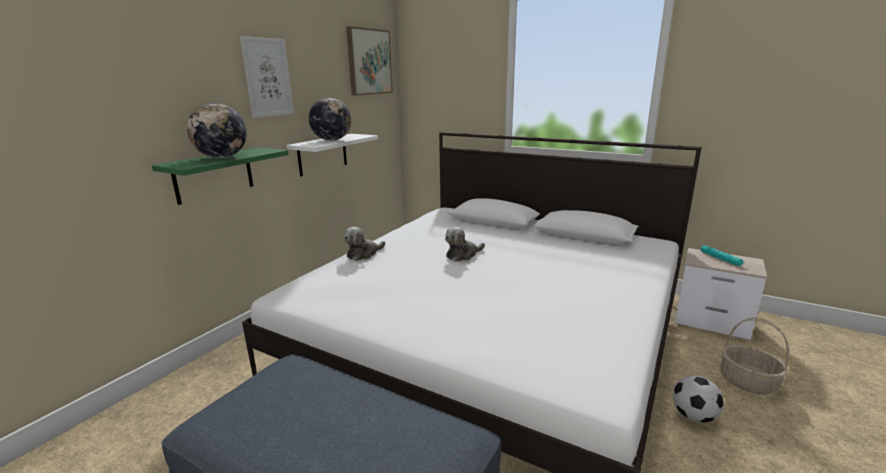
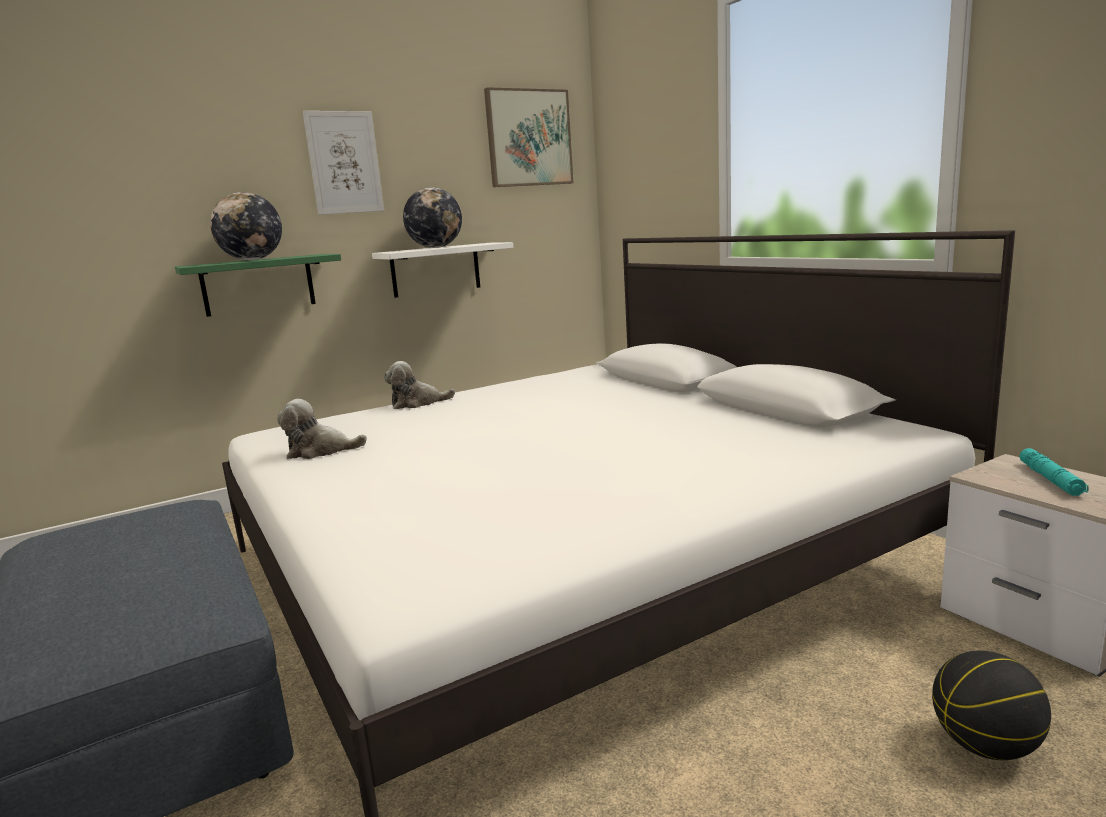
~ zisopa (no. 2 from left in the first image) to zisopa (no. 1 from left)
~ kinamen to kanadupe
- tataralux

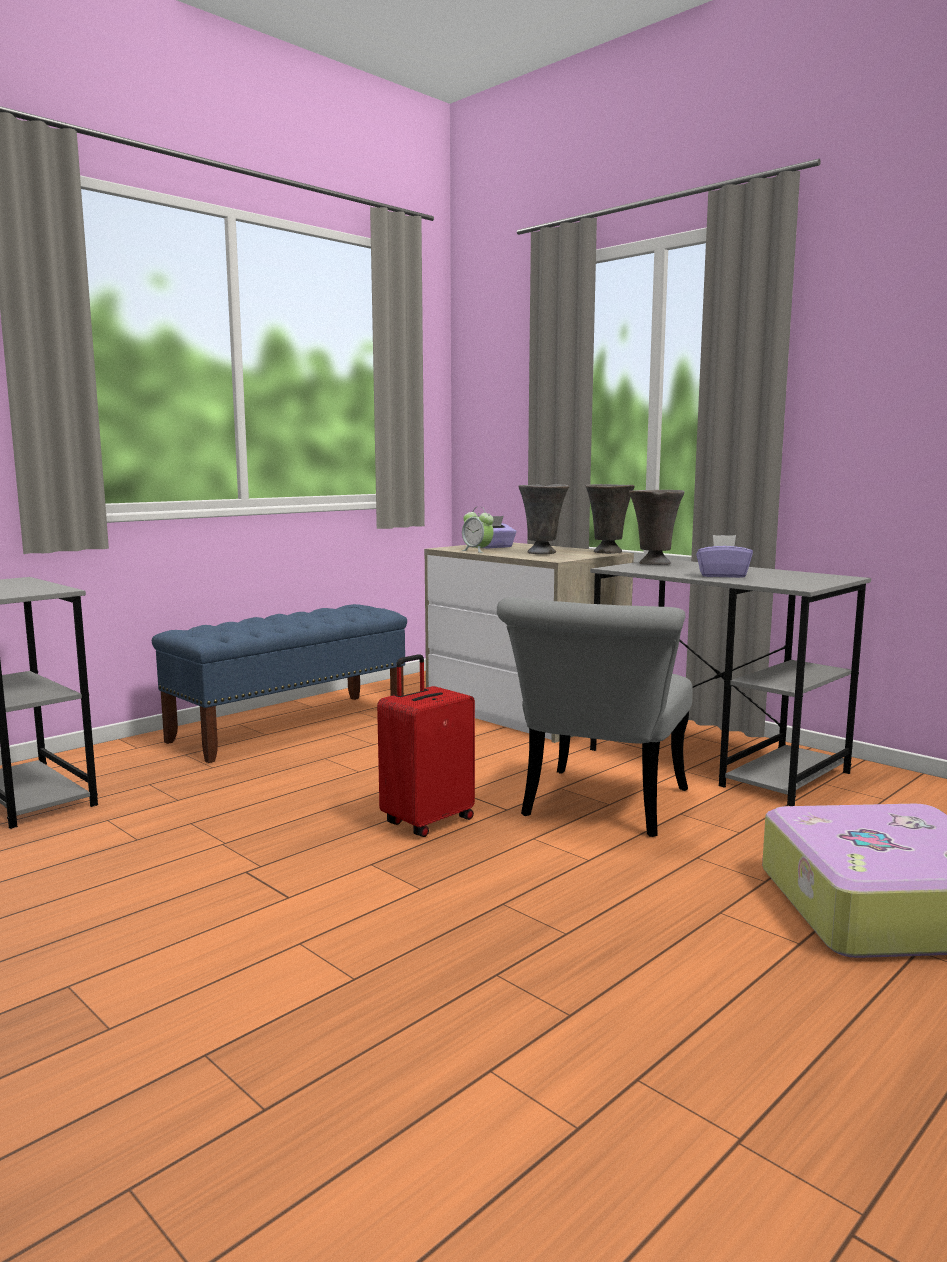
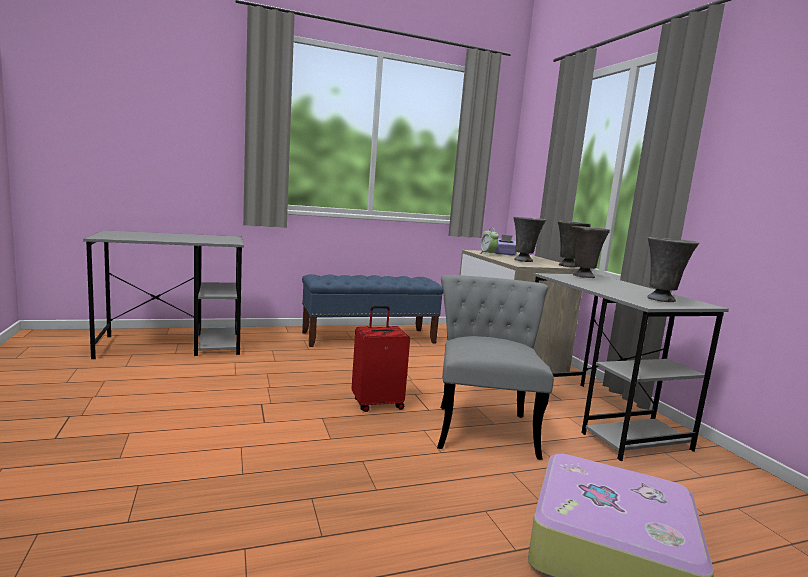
~ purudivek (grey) 135 degrees clockwise
+ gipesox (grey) (no. 4 from left)
- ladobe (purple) (no. 2 from left)

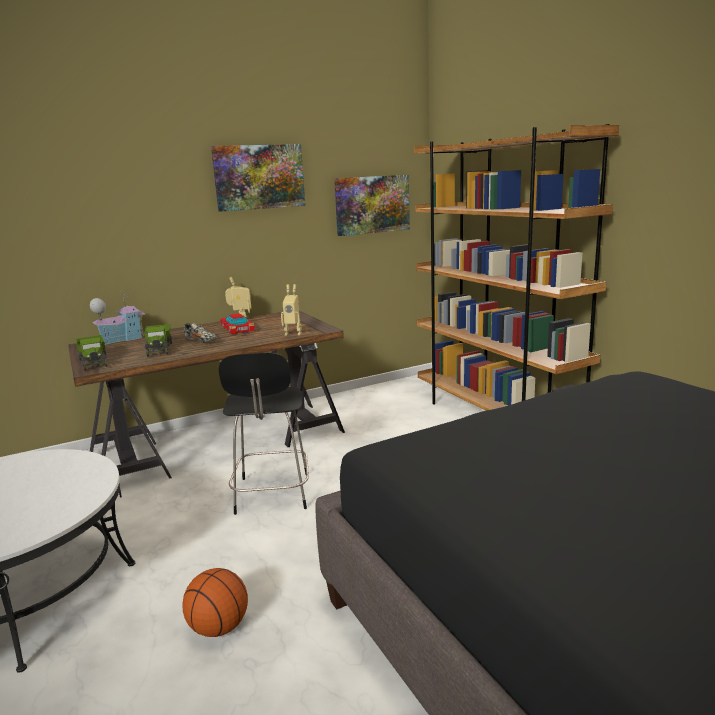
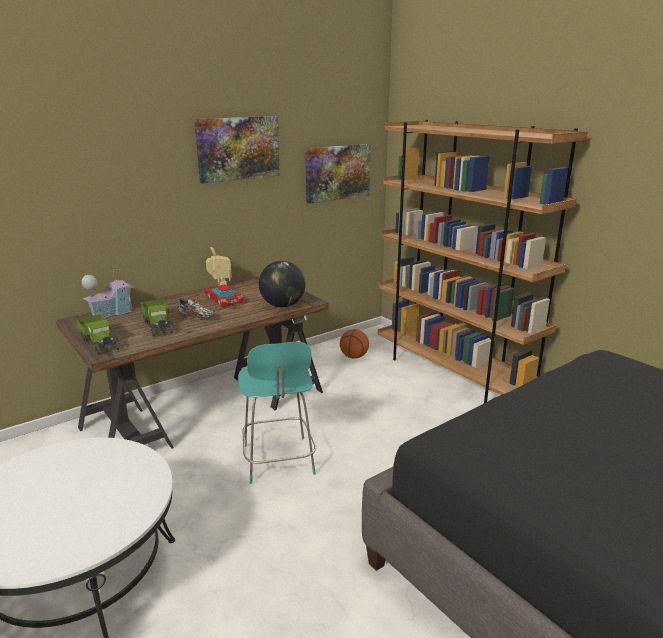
~ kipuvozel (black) to kipuvozel (turquoise)
~ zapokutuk (no. 2 from left) to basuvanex
~ kanadupe

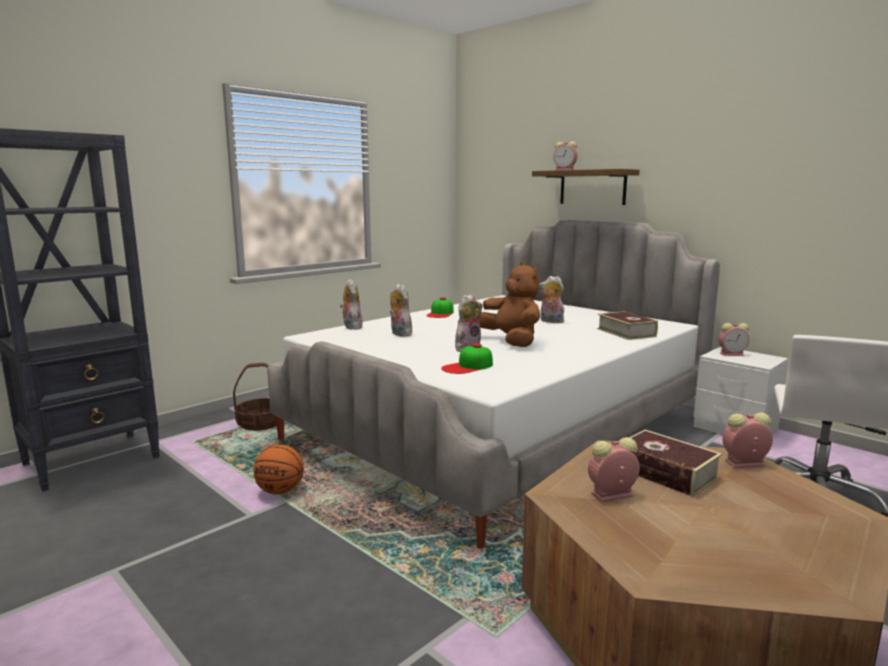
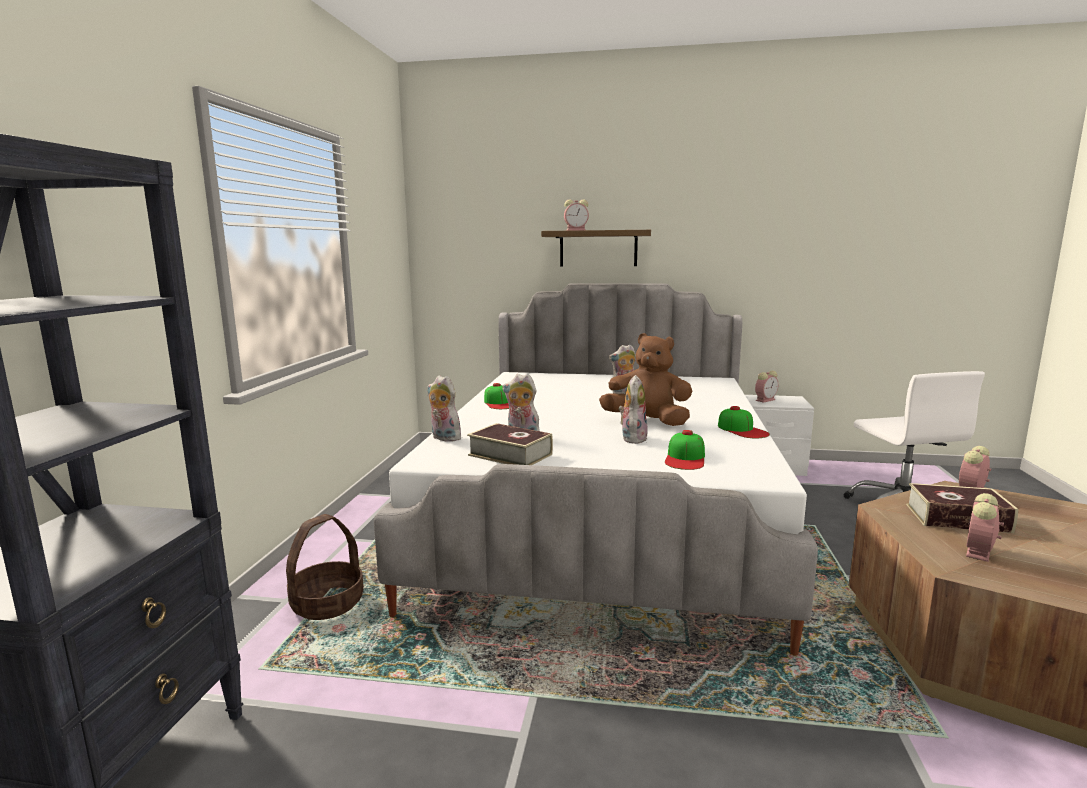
~ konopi (no. 1 from left)
+ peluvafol (no. 3 from left)
- kanadupe

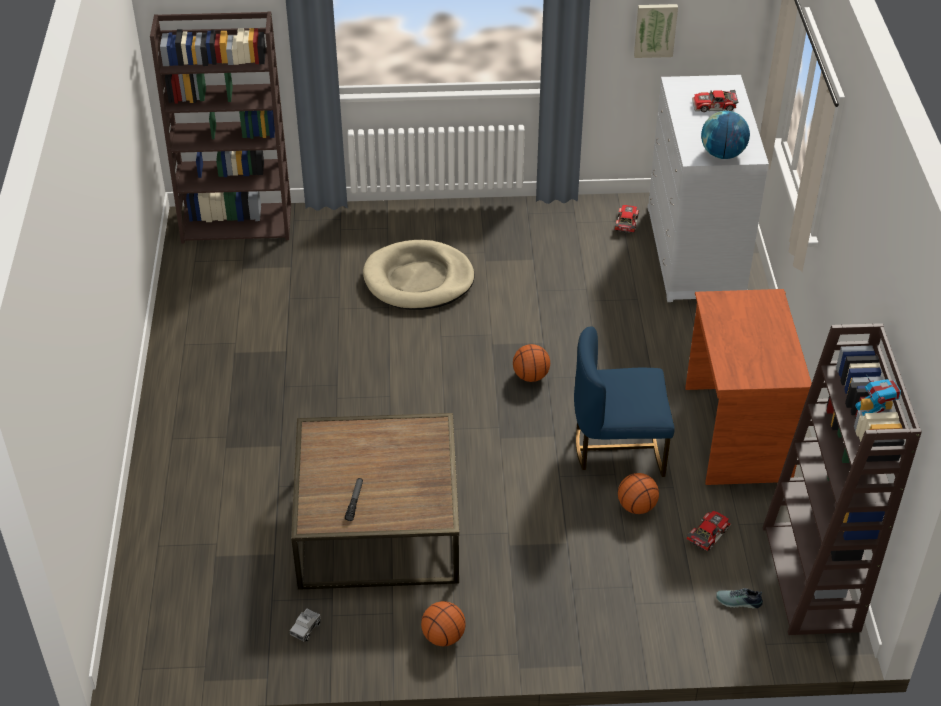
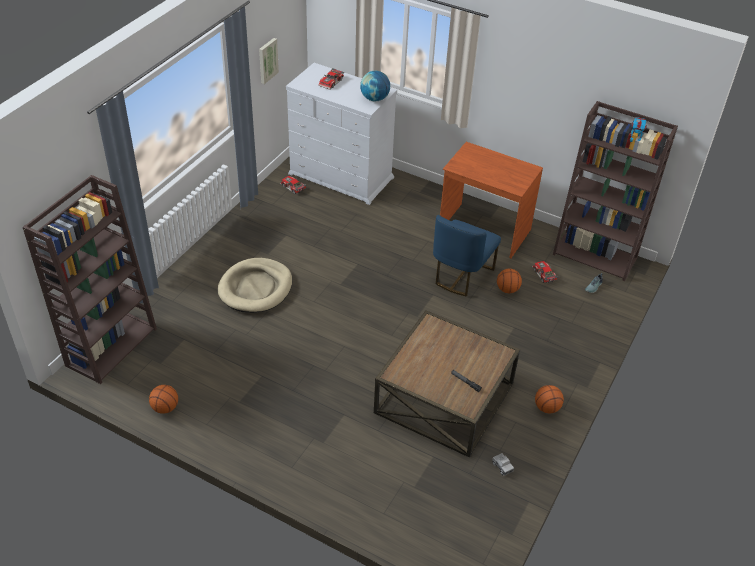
~ kanadupe (no. 2 from left in the first image) to kanadupe (no. 1 from left)

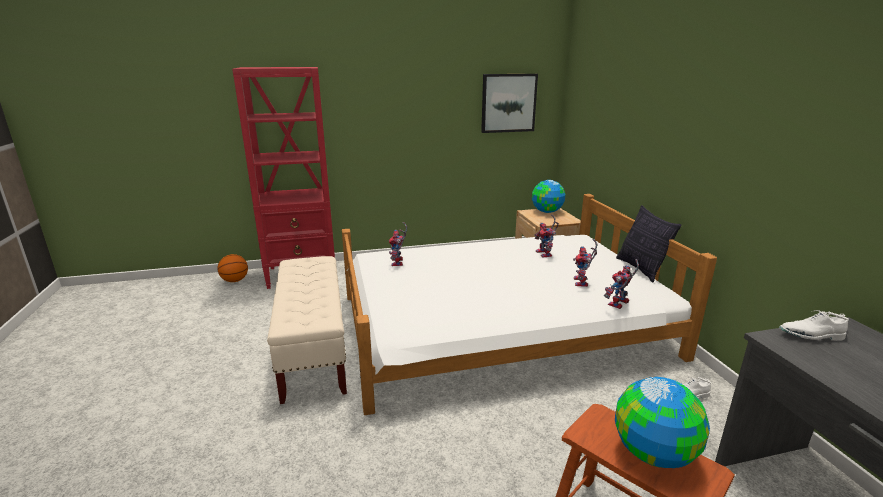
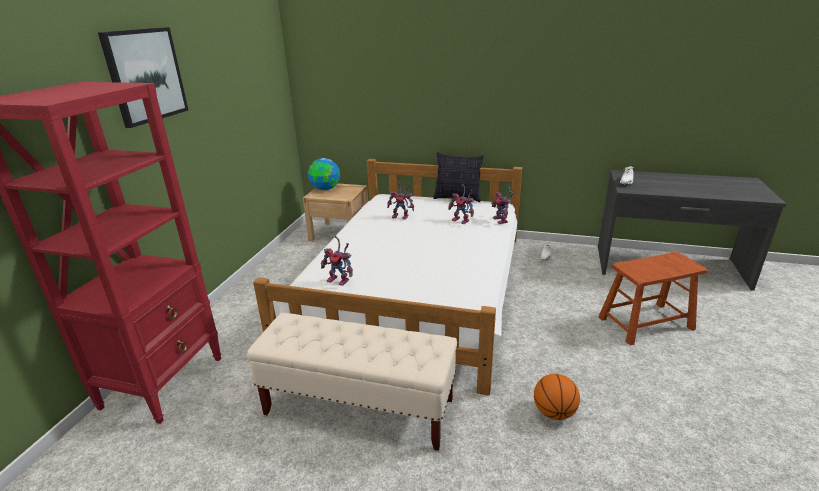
~ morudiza
~ kanadupe
- basuvanex (no. 2 from left)

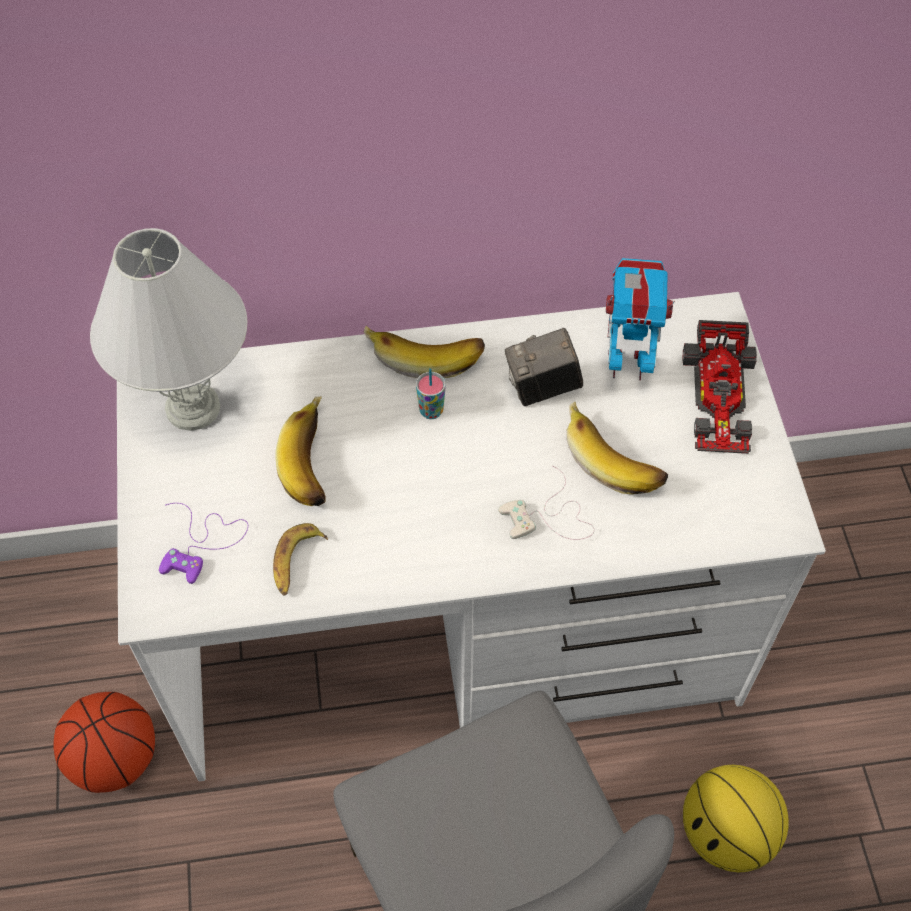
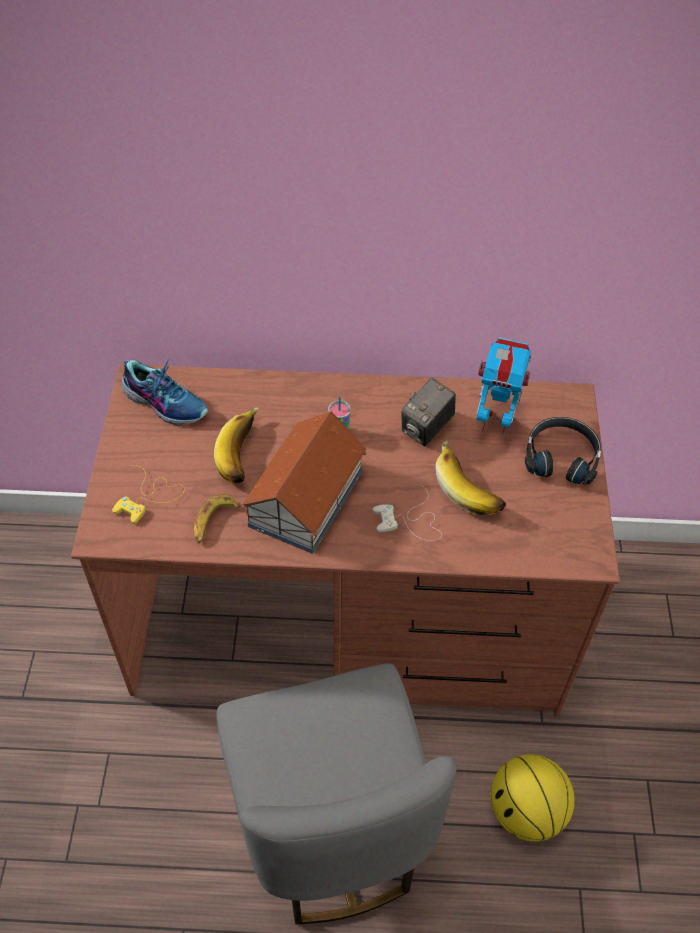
~ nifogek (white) to nifogek (brown)
~ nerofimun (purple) to nerofimun (yellow)
~ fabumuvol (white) to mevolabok
+ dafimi
~ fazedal 45 degrees counterclockwise
~ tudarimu to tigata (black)
- kanadupe (no. 1 from left)
- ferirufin (no. 3 from left)

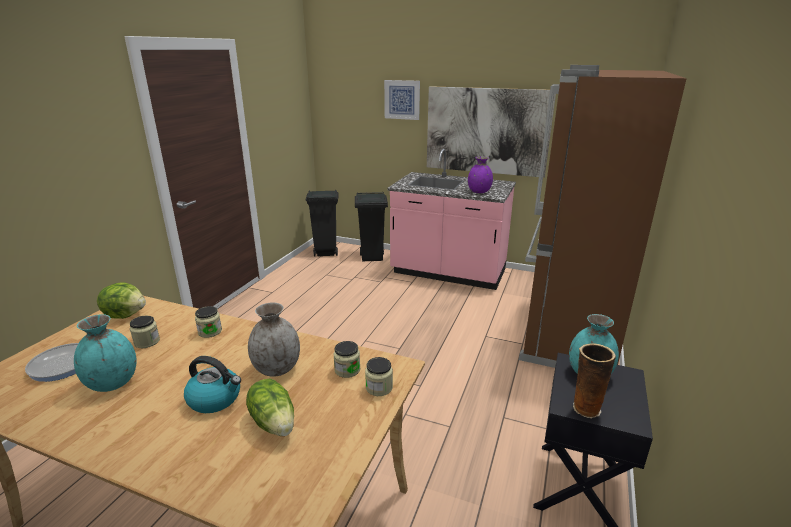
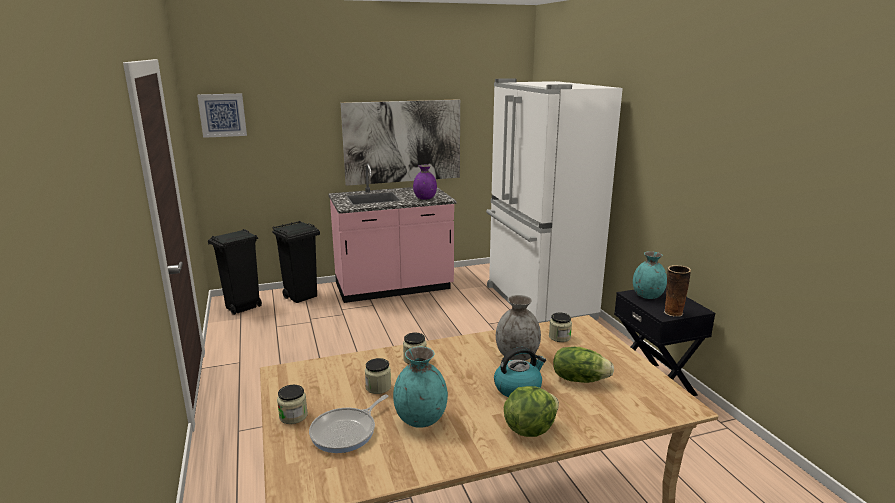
~ morudiza (no. 1 from left)
~ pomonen (no. 4 from left in the first image) to pomonen (no. 1 from left)
~ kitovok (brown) to kitovok (white)
~ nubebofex (no. 1 from left)

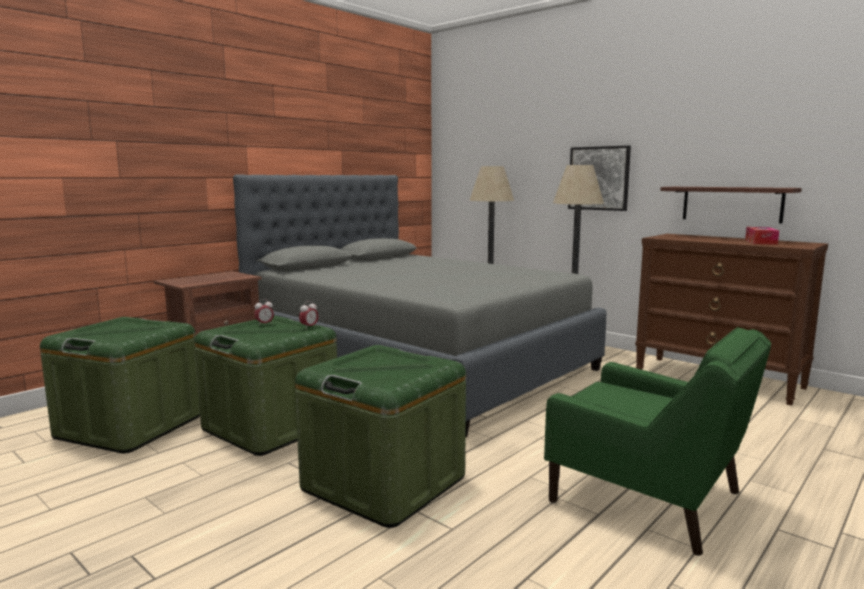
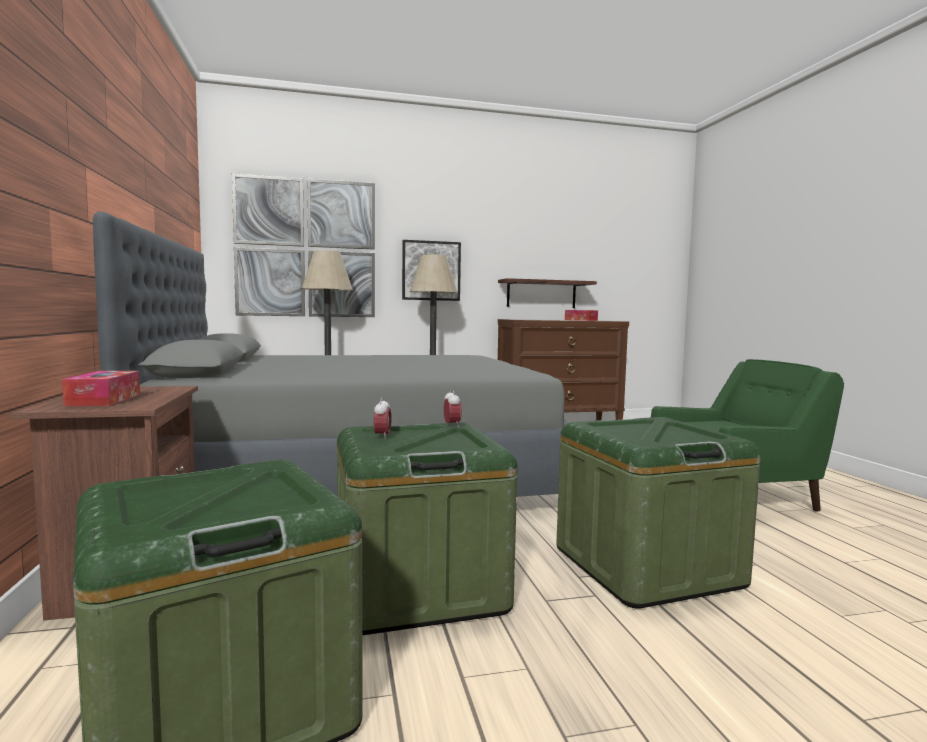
+ ladobe (no. 1 from left)
+ morudiza (no. 1 from left)

